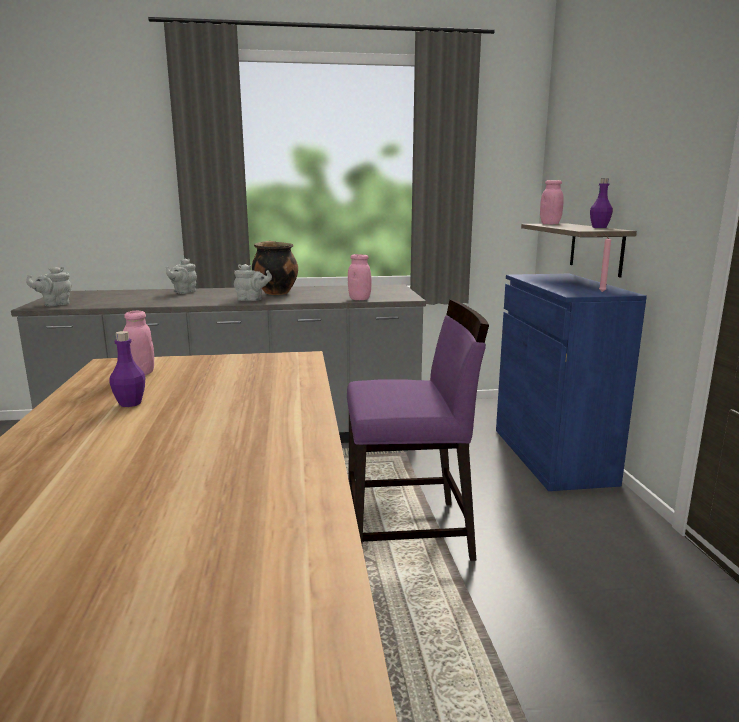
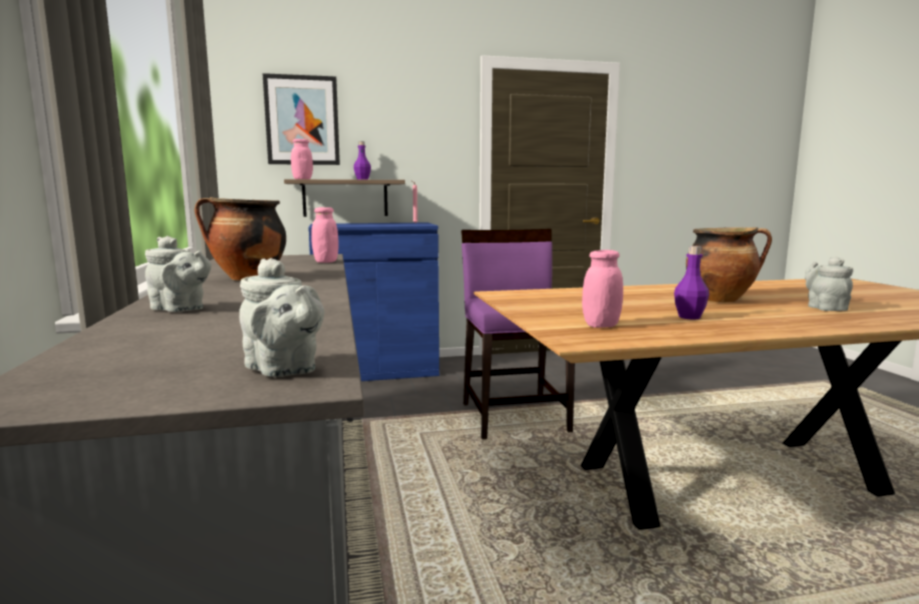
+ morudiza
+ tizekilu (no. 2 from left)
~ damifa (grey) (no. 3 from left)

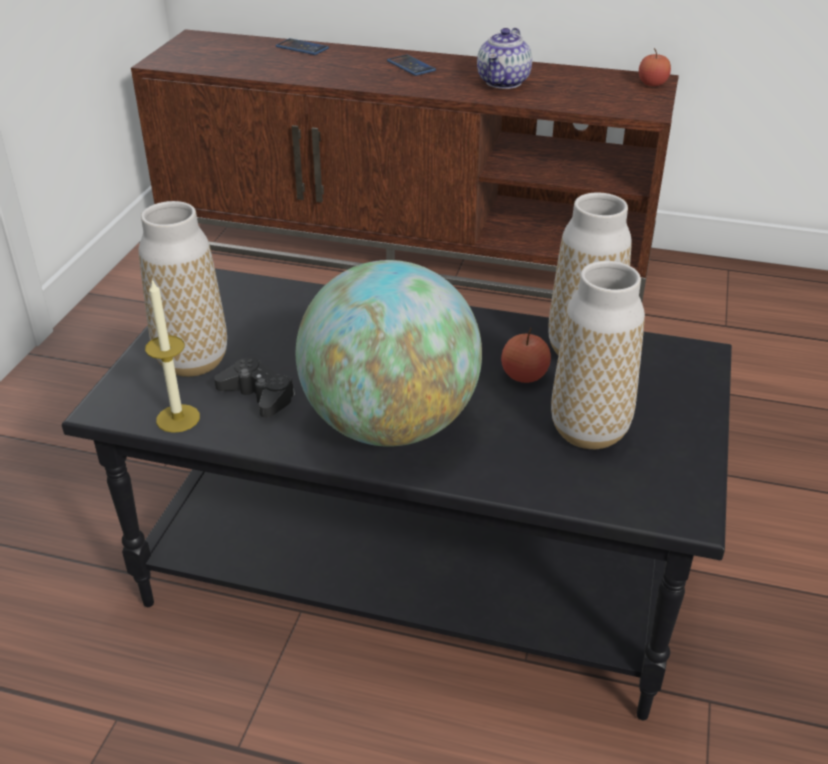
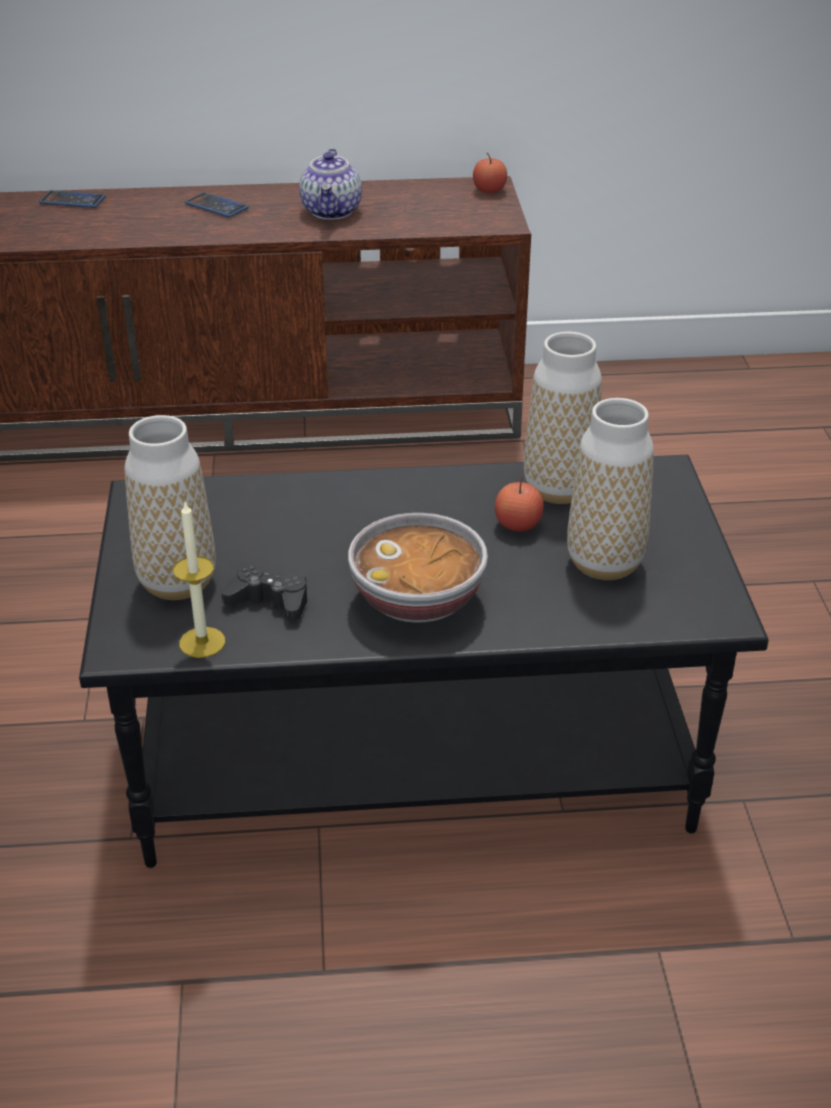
~ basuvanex to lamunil

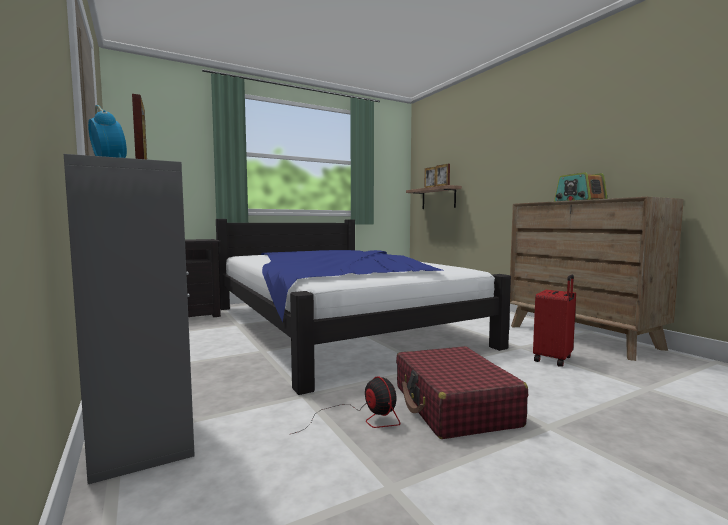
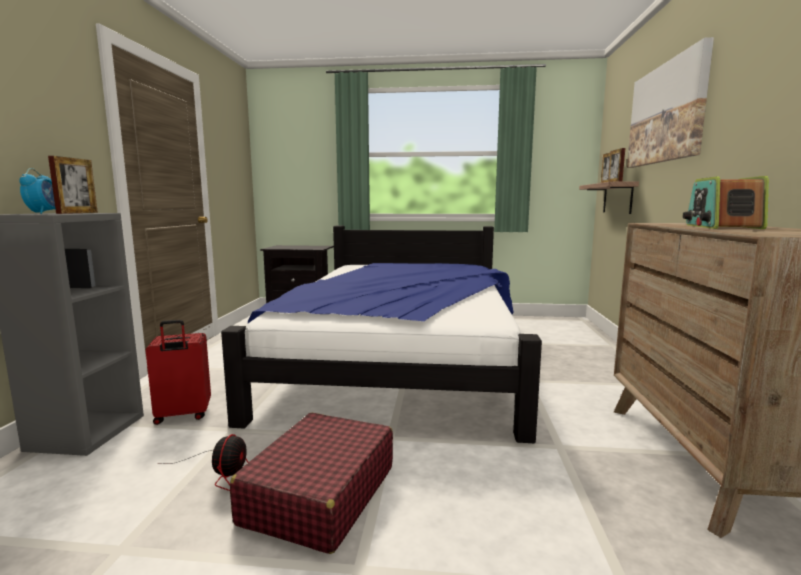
~ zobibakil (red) (no. 2 from left in the first image) to zobibakil (red) (no. 1 from left)
+ morudiza

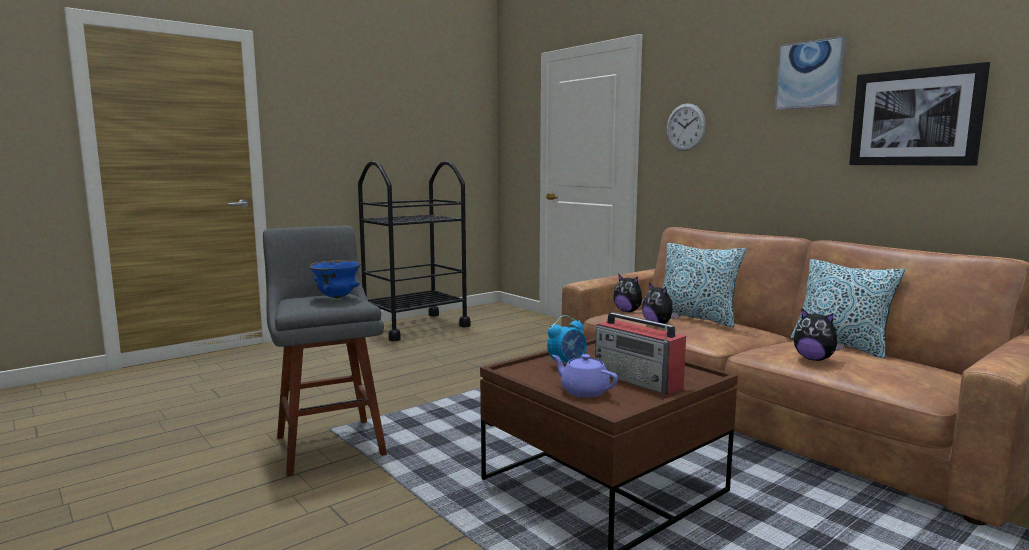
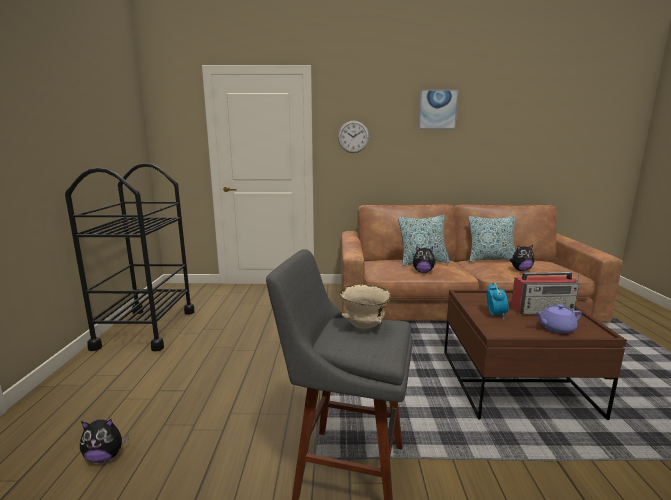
~ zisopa (no. 1 from left)
~ lamunil (blue) to lamunil (beige)
- morudiza (no. 2 from left)

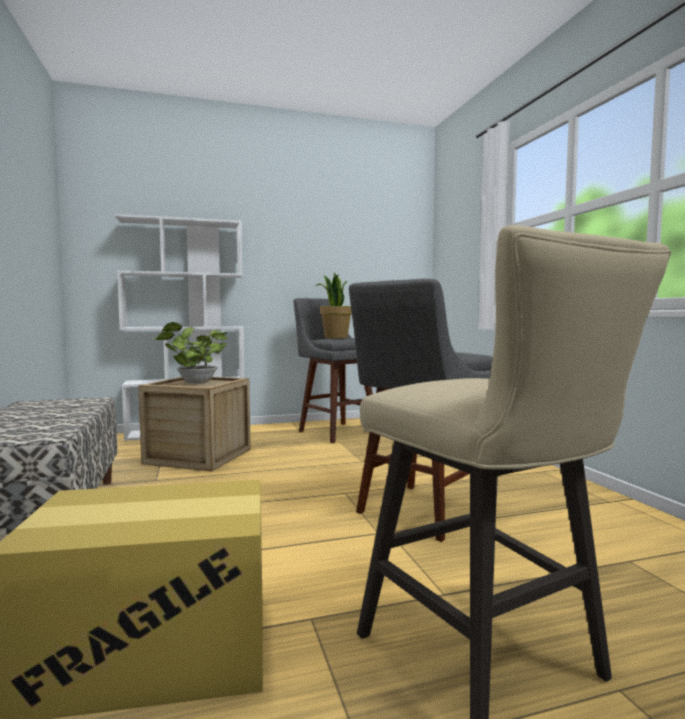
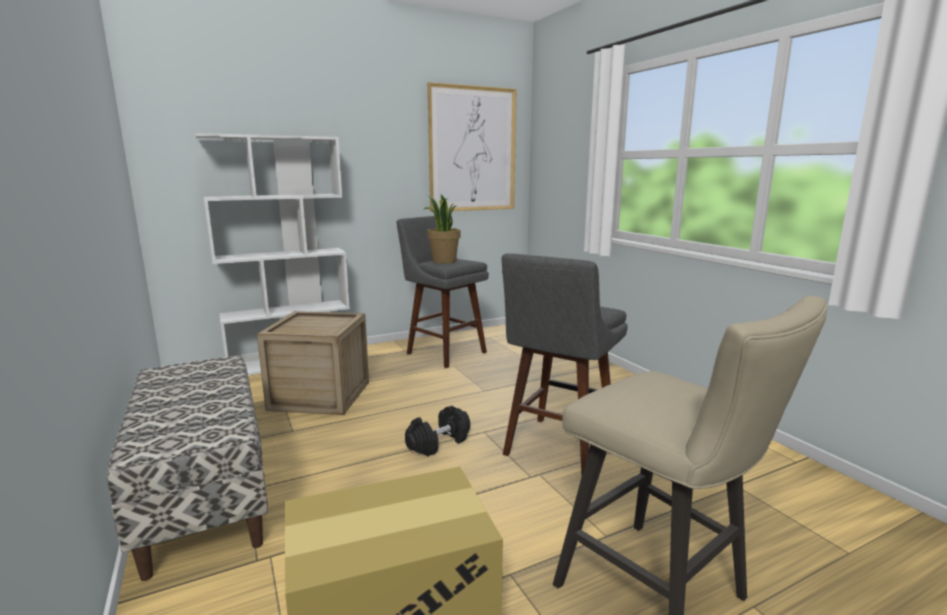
+ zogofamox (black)
+ morudiza
- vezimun (no. 1 from left)

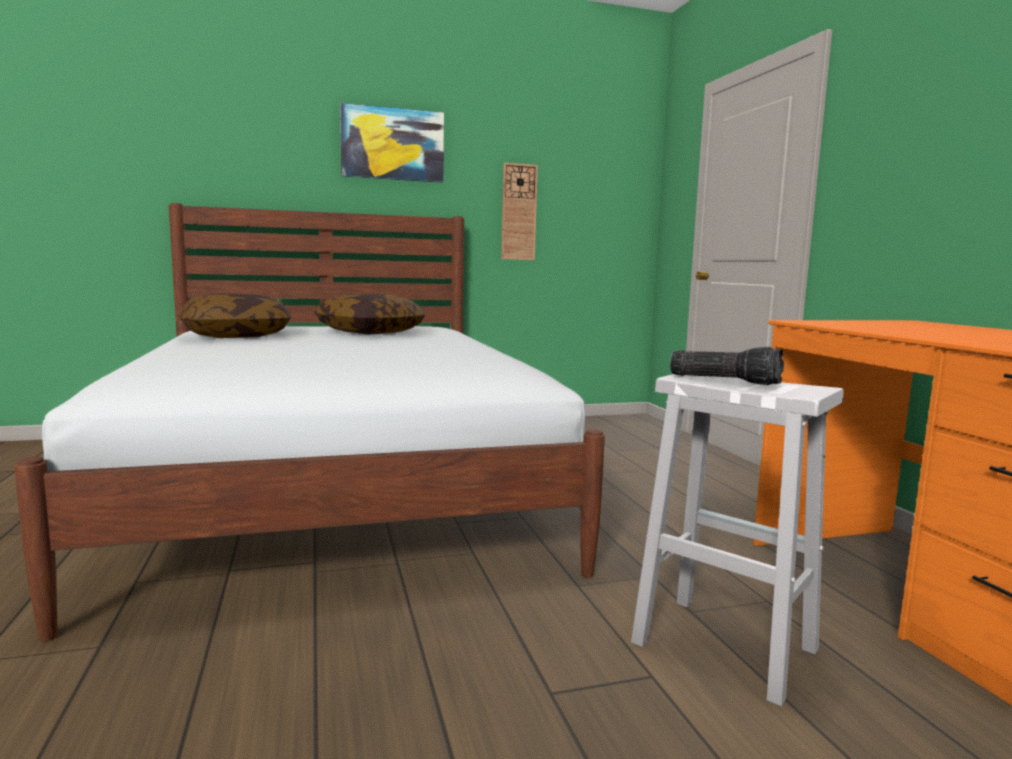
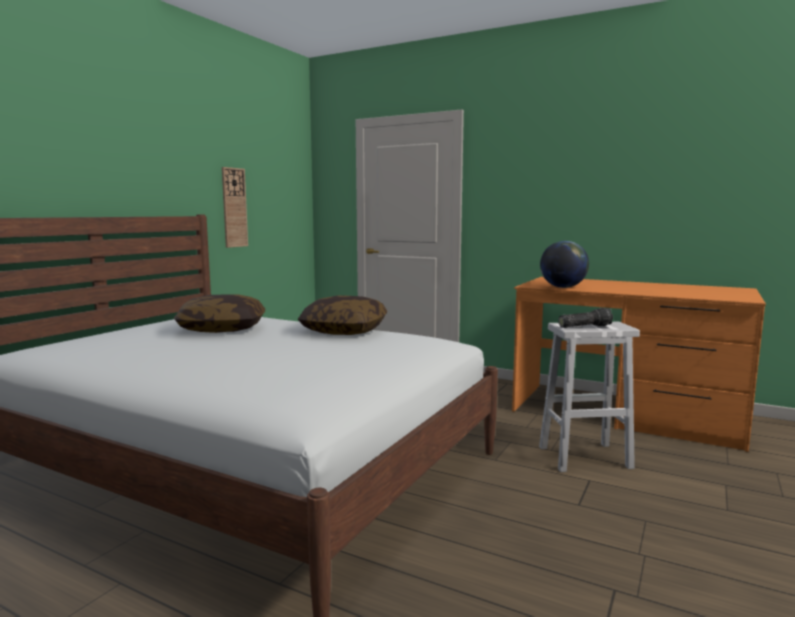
~ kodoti (no. 1 from left in the first image) to kodoti (no. 2 from left)
+ basuvanex
- morudiza

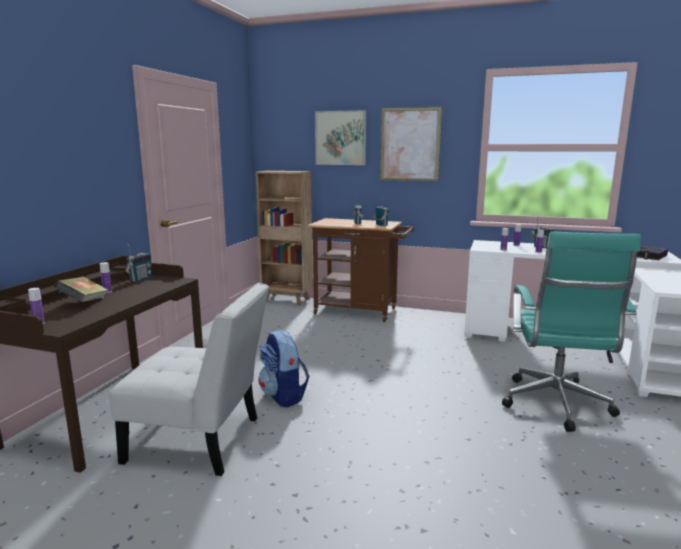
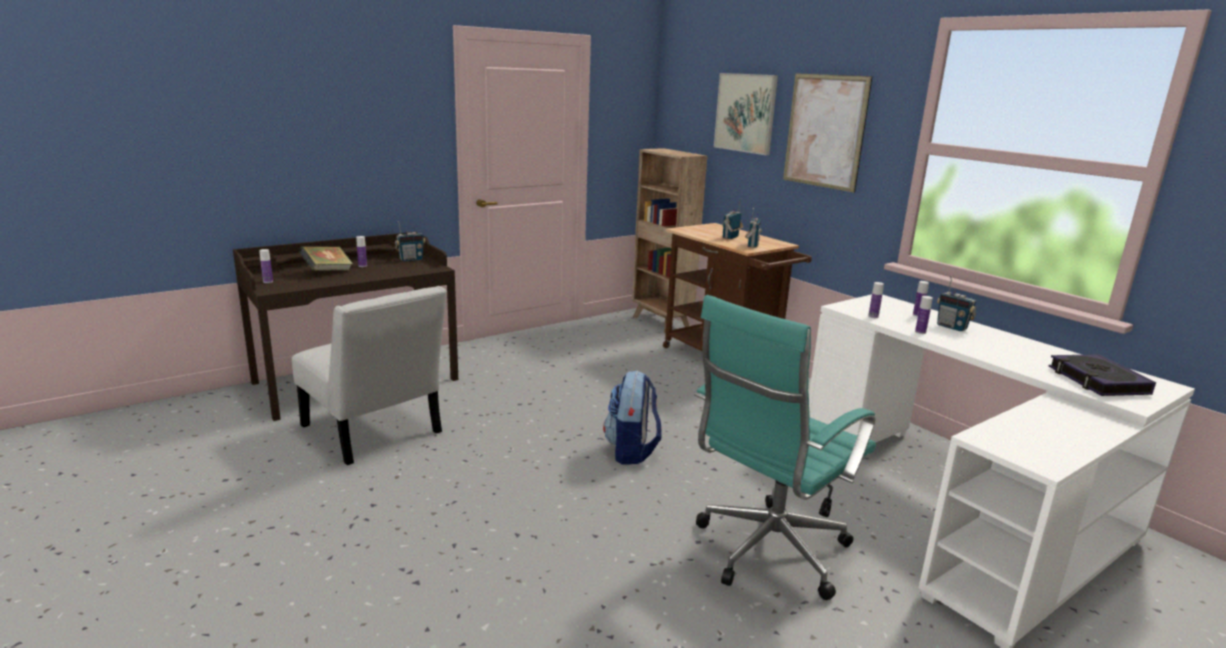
~ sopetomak

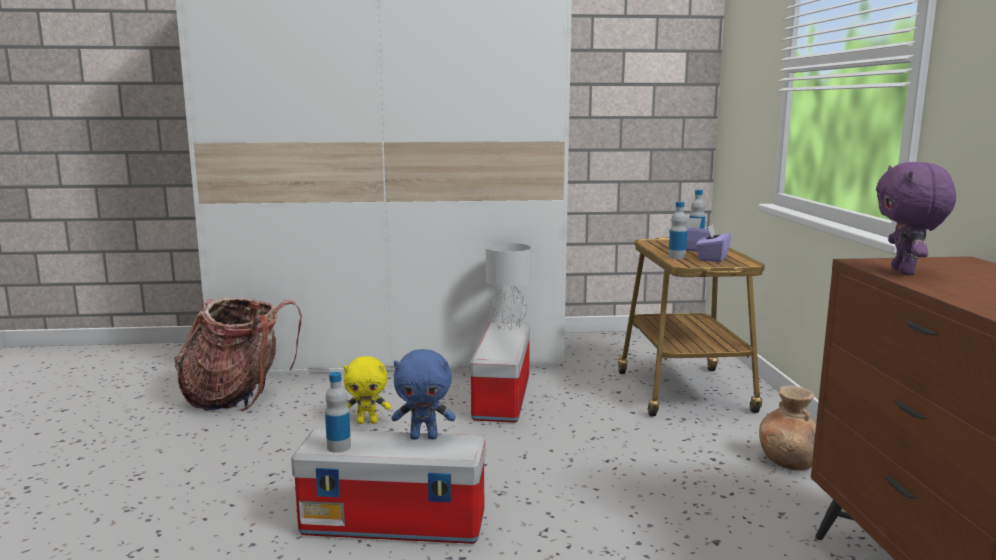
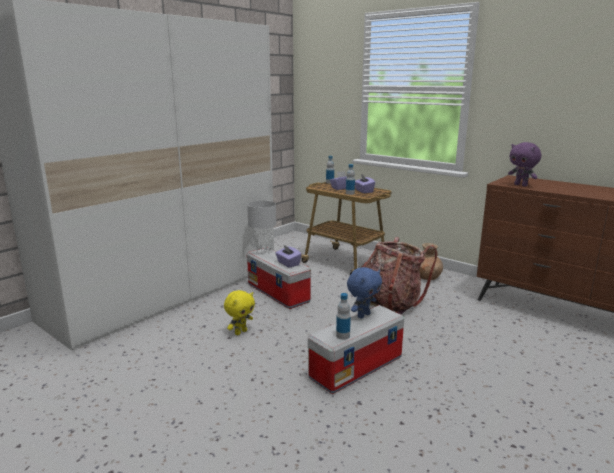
+ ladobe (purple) (no. 1 from left)
~ sopetomak

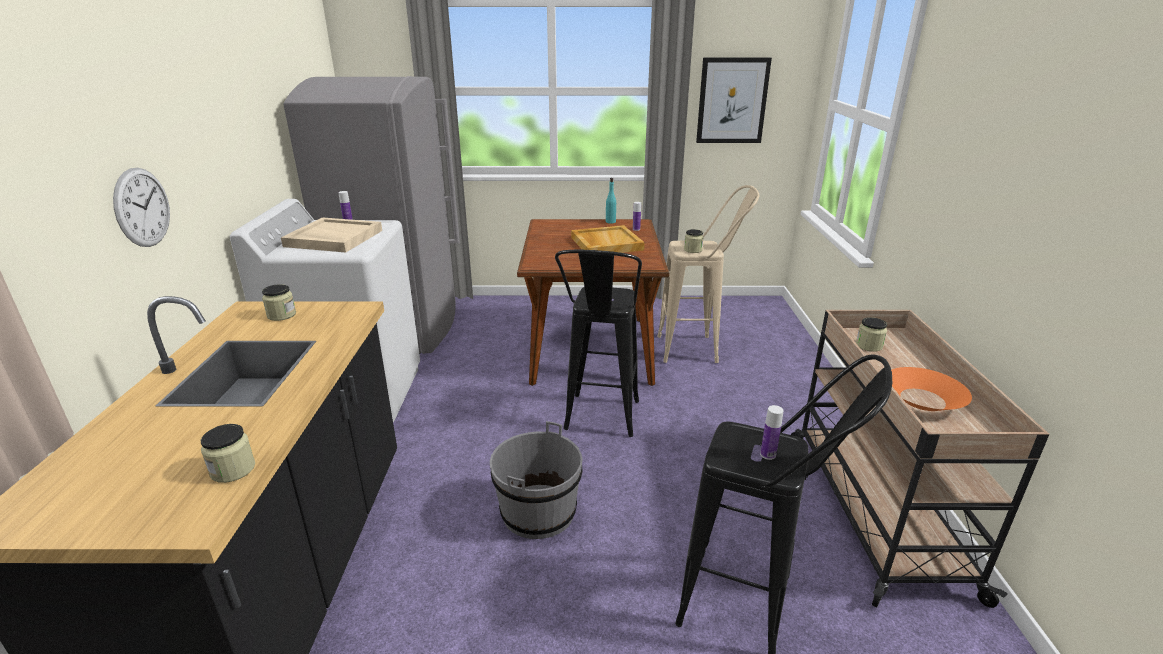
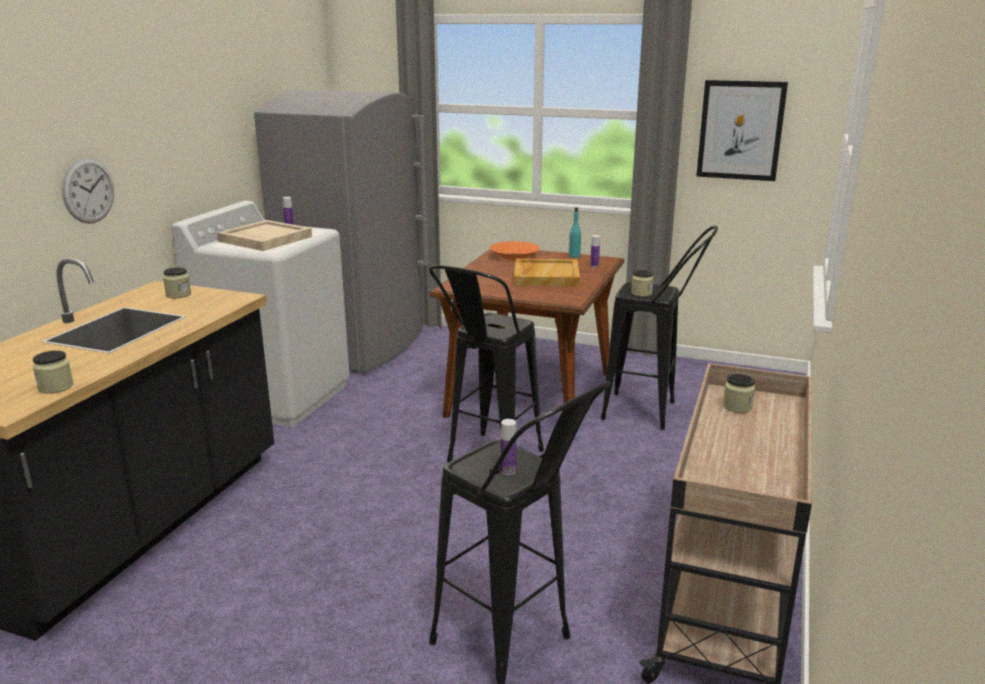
~ lamunil (orange)
~ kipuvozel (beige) to kipuvozel (black) (no. 3 from left)
- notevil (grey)

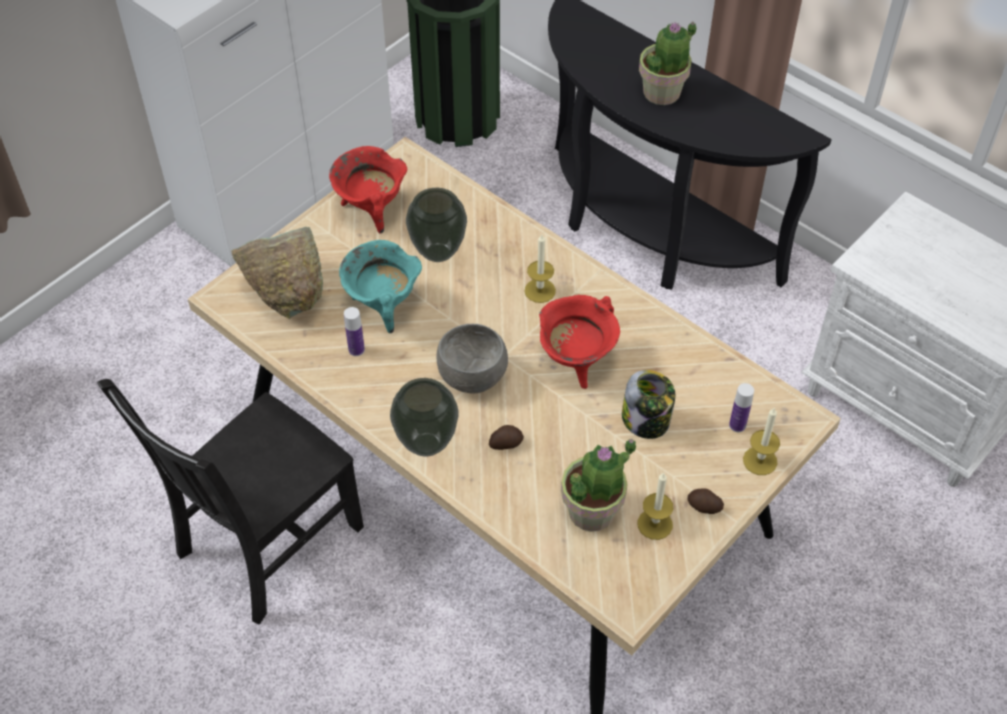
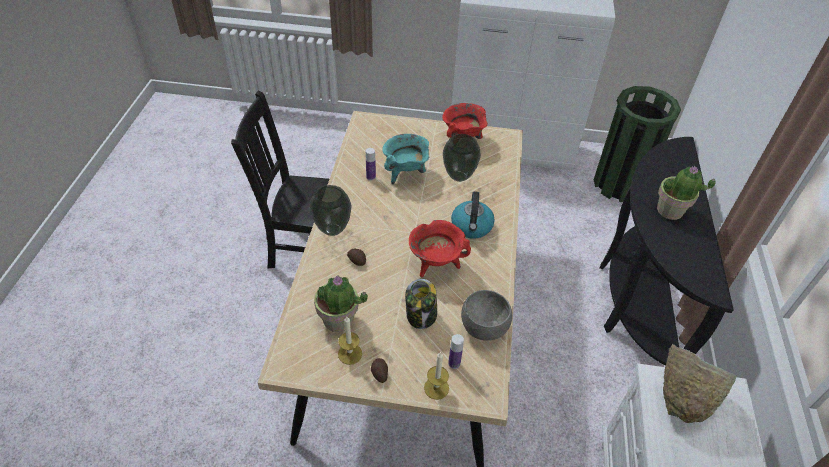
~ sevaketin (no. 1 from left) to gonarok
~ lamunil (grey)
~ lamunil (green)

